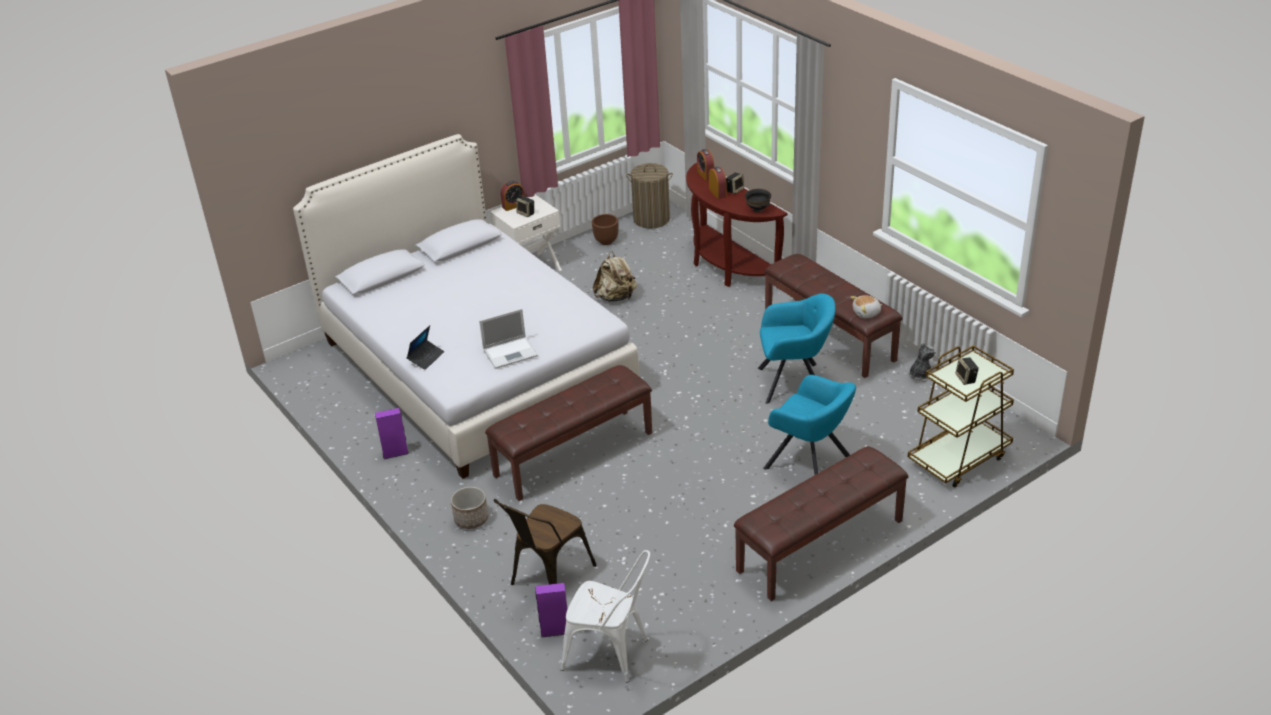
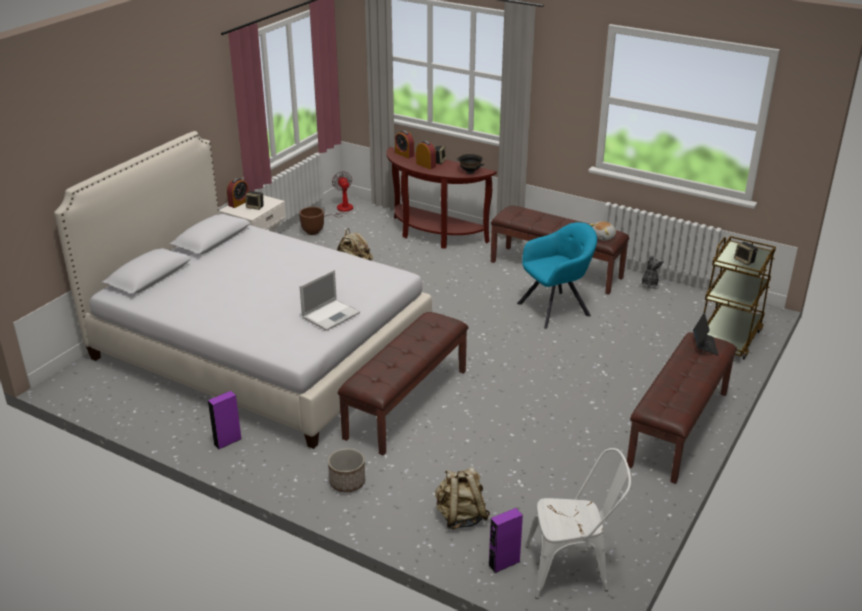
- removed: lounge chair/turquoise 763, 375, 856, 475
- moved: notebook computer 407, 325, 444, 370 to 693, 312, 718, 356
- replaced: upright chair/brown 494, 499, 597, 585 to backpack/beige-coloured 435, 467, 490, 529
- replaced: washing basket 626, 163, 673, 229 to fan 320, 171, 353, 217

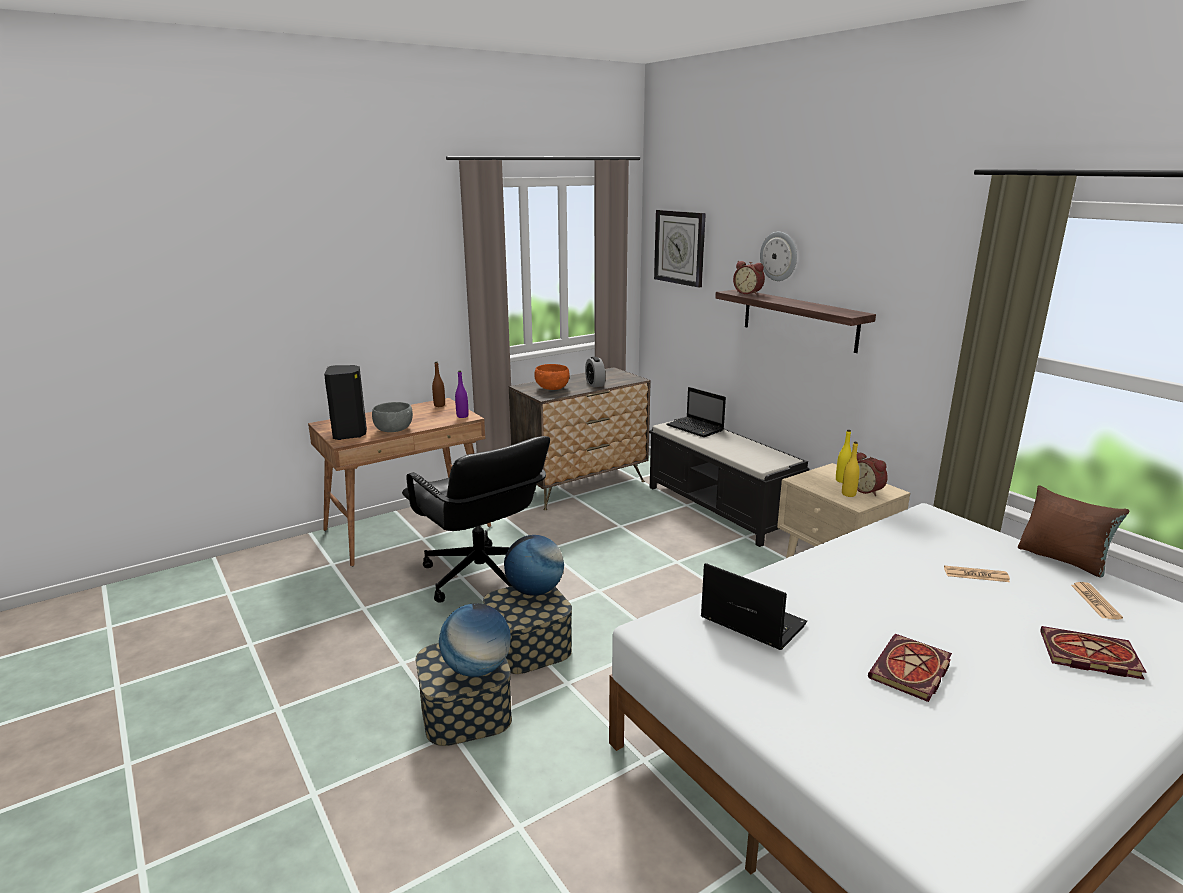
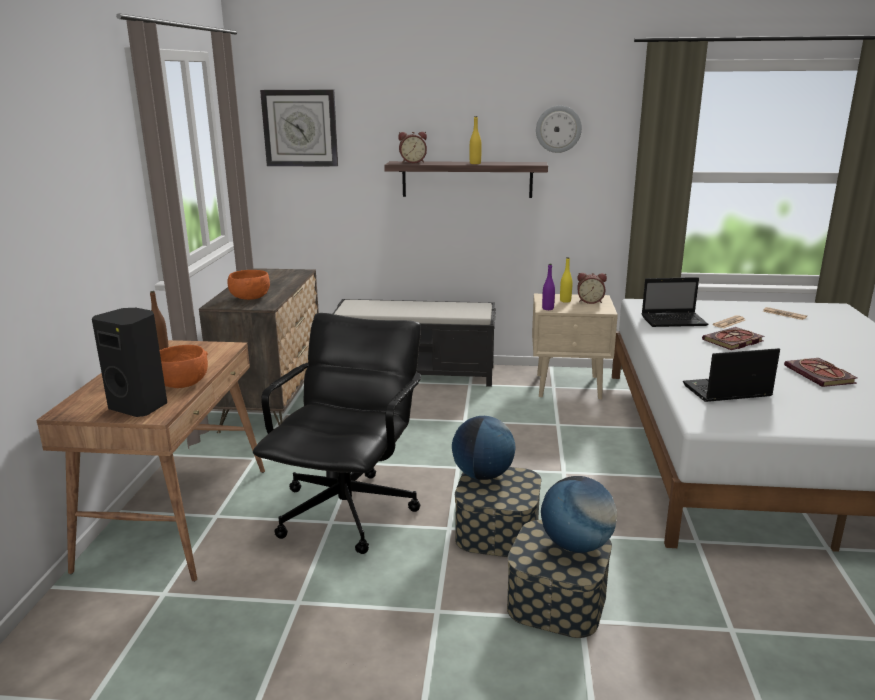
- removed: table clock 585, 357, 605, 387
- removed: pillow/brown 1018, 485, 1129, 578
- moved: beverage bottle/purple 455, 371, 468, 418 to 542, 264, 555, 310
- moved: notebook computer 666, 387, 726, 437 to 642, 277, 708, 327
- moved: hanging clock 760, 232, 797, 281 to 536, 106, 582, 153
- moved: beverage bottle/yellow 842, 442, 860, 497 to 470, 116, 482, 164
- moved: volume 1040, 626, 1147, 680 to 702, 327, 765, 350
- recoloured: deep dish/grey 372, 402, 413, 432 to deep dish/orange 160, 345, 208, 388
- turned: computer chair/blackish 402, 436, 550, 603 = 253, 313, 421, 554 75 degrees counterclockwise

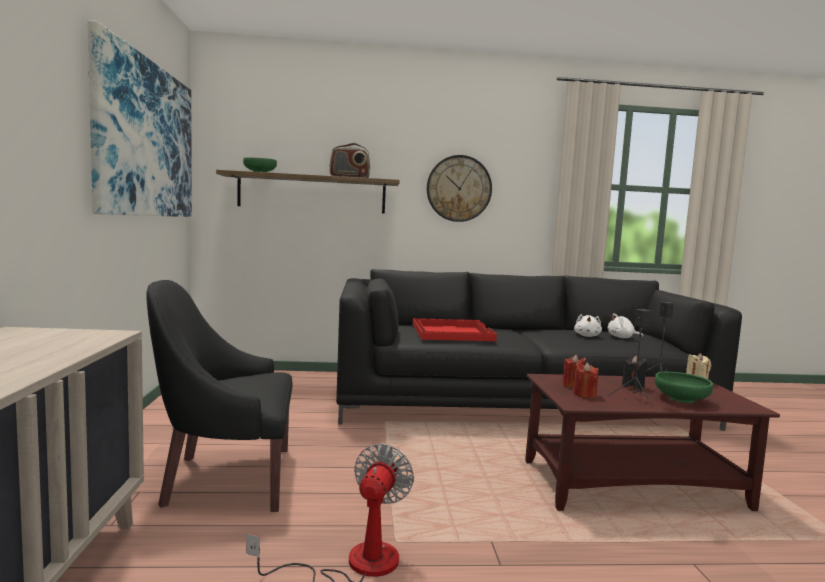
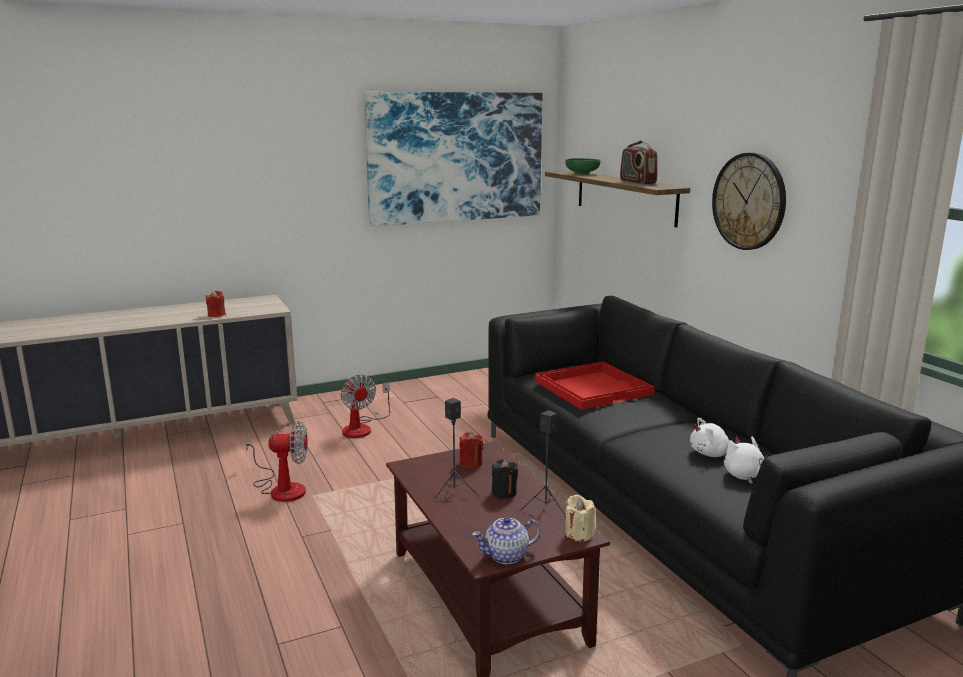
- removed: deep dish/green-coloured 655, 372, 713, 403
- added: teapot 472, 517, 540, 564
- moved: candle/red-coloured 573, 362, 599, 398 to 205, 290, 226, 317
- replaced: lounge chair/blackish 146, 280, 292, 512 to fan 341, 375, 390, 438

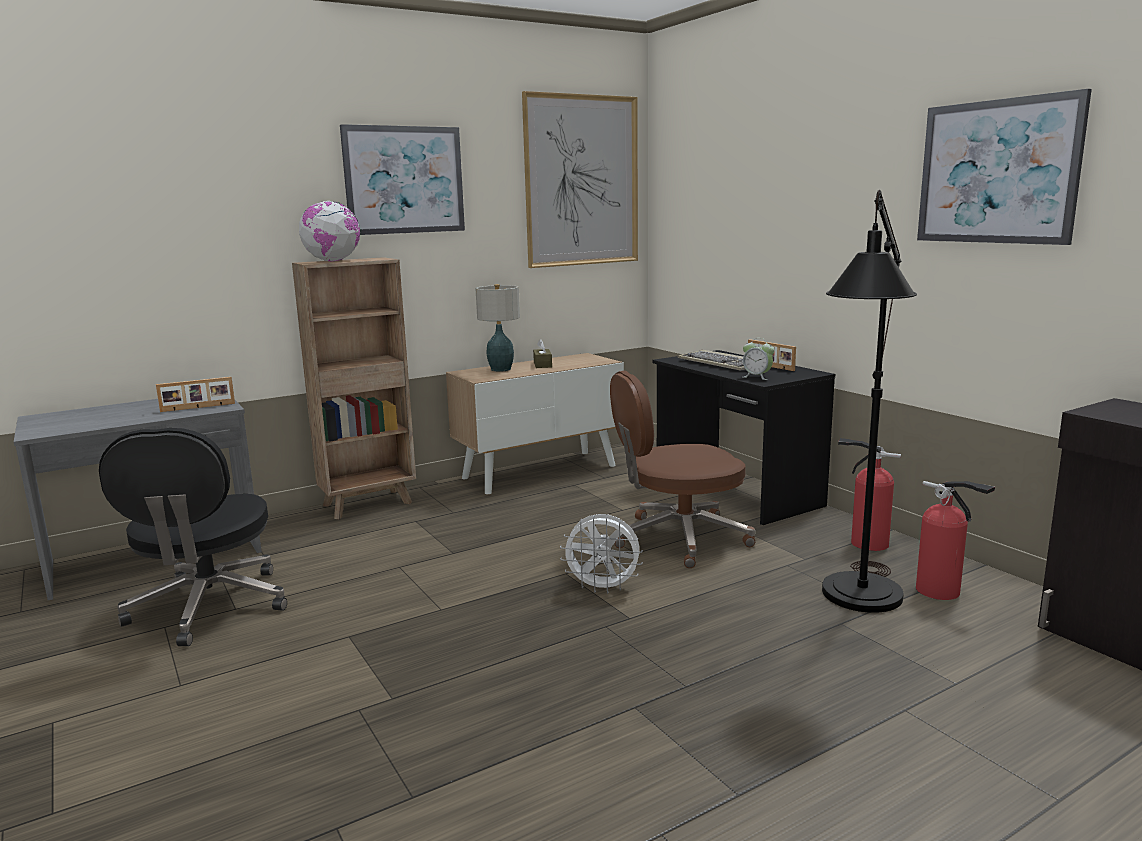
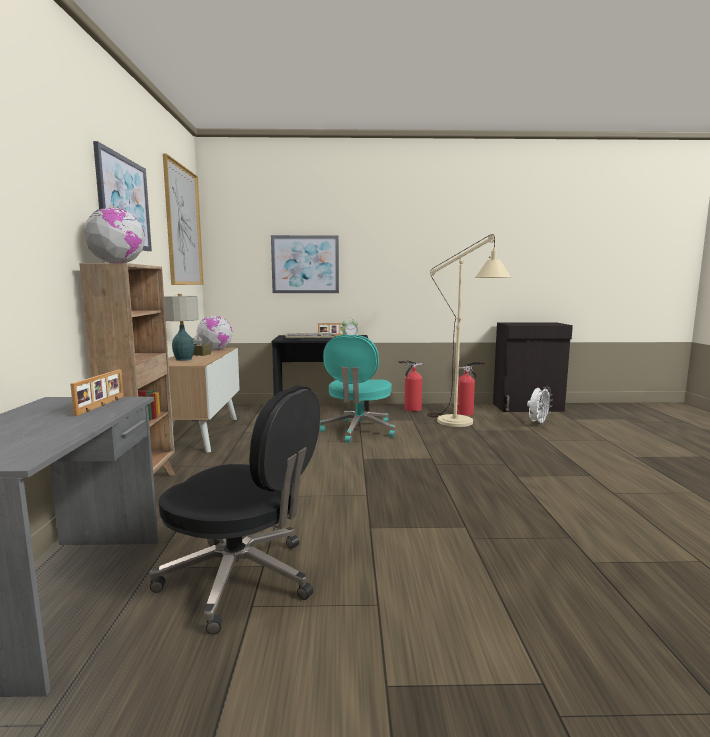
- added: globe 197, 316, 232, 350
- moved: fan/white 560, 514, 643, 594 to 527, 386, 552, 426
- moved: wall art 917, 89, 1092, 245 to 271, 235, 339, 293
- recoloured: computer chair/brown 610, 371, 755, 568 to computer chair/turquoise 319, 335, 396, 443
- recoloured: standard lamp/blackish 822, 190, 917, 613 to standard lamp/beige-coloured 427, 234, 512, 427

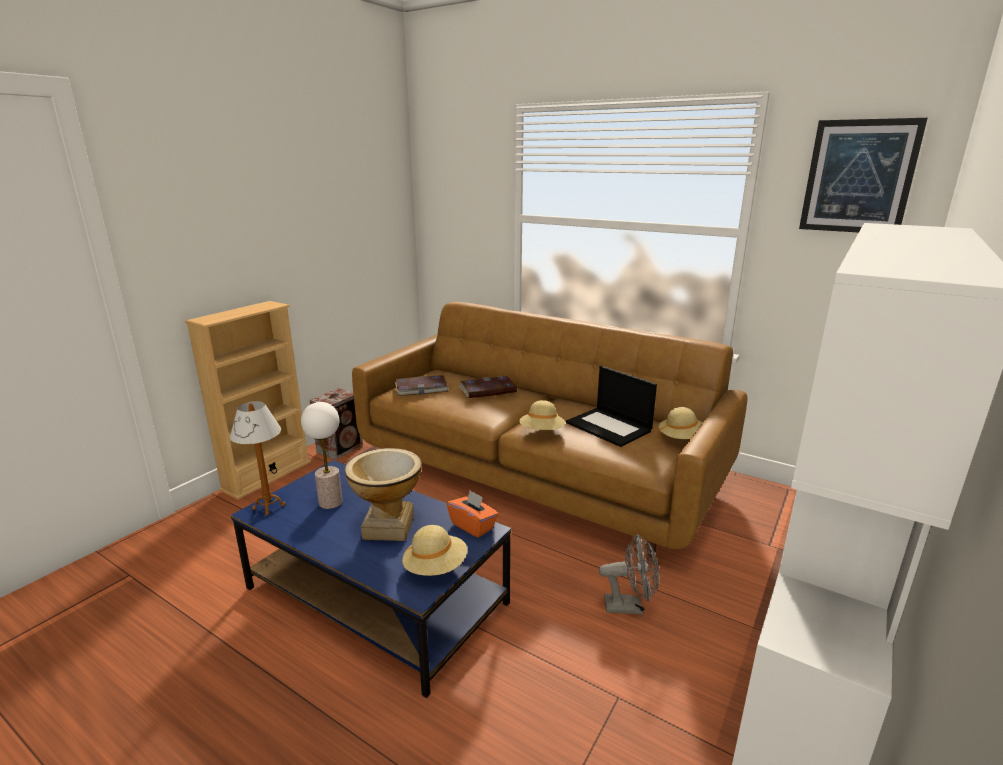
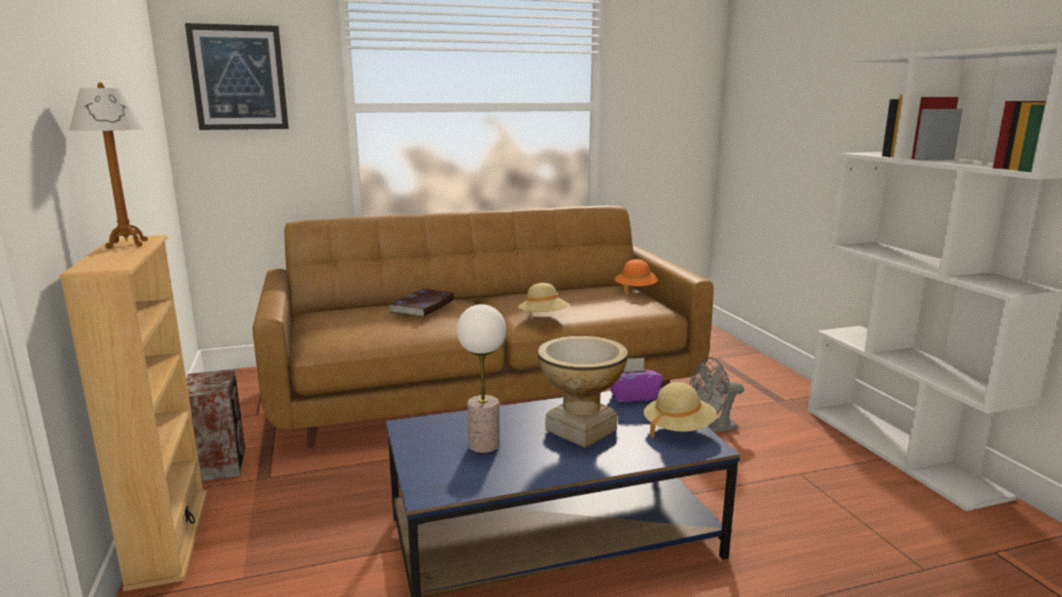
- removed: volume 395, 375, 450, 396
- removed: notebook computer 566, 366, 657, 447
- moved: tabletop lamp 230, 401, 285, 515 to 69, 82, 148, 248
- moved: wall art 799, 118, 927, 232 to 185, 23, 289, 130
- recoloured: box of tissues/orange 447, 489, 498, 538 to box of tissues/purple 610, 358, 663, 402
- recoloured: wearable hat/beige-coloured 658, 407, 703, 439 to wearable hat/orange 615, 259, 659, 294
- turned: fan/grey 599, 534, 659, 615 = 690, 357, 744, 433 150 degrees counterclockwise

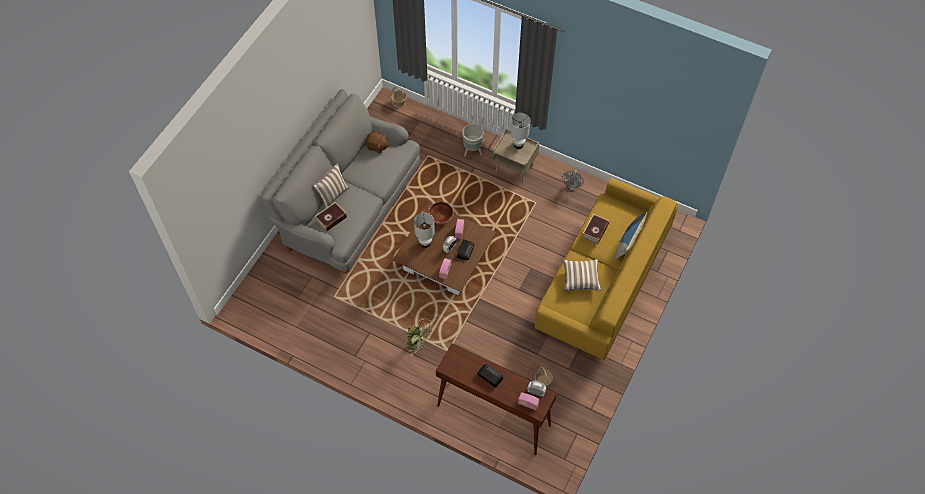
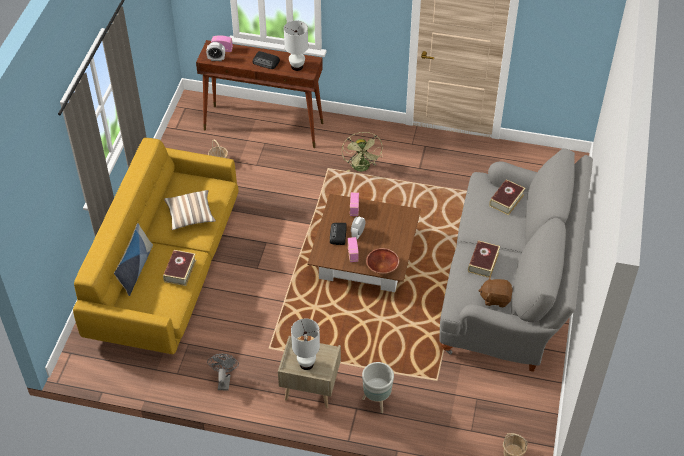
- removed: pillow 313, 163, 349, 209
- added: volume 468, 240, 500, 278
- moved: tabletop lamp/white 414, 213, 435, 248 to 284, 20, 308, 71
- turned: fan/green-coloured 405, 318, 435, 357 = 342, 132, 383, 172 120 degrees counterclockwise

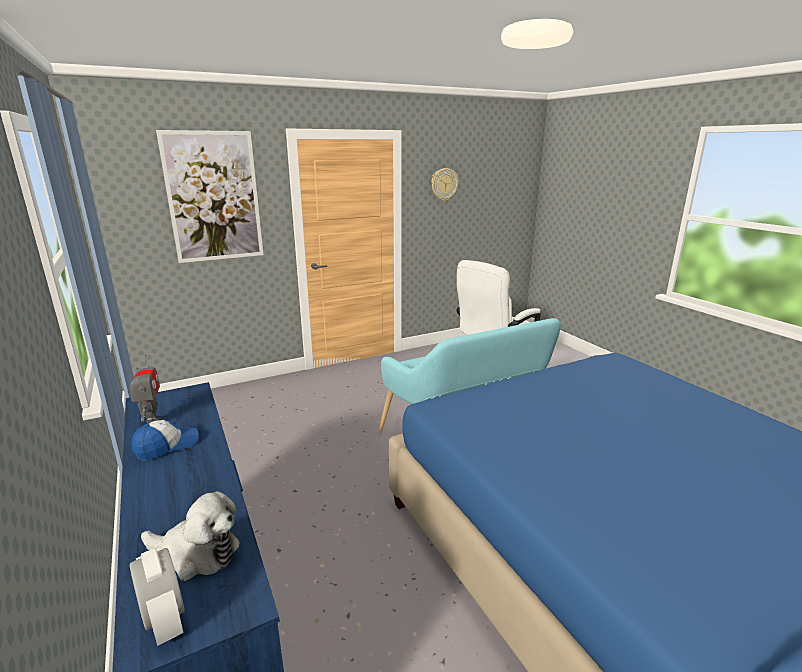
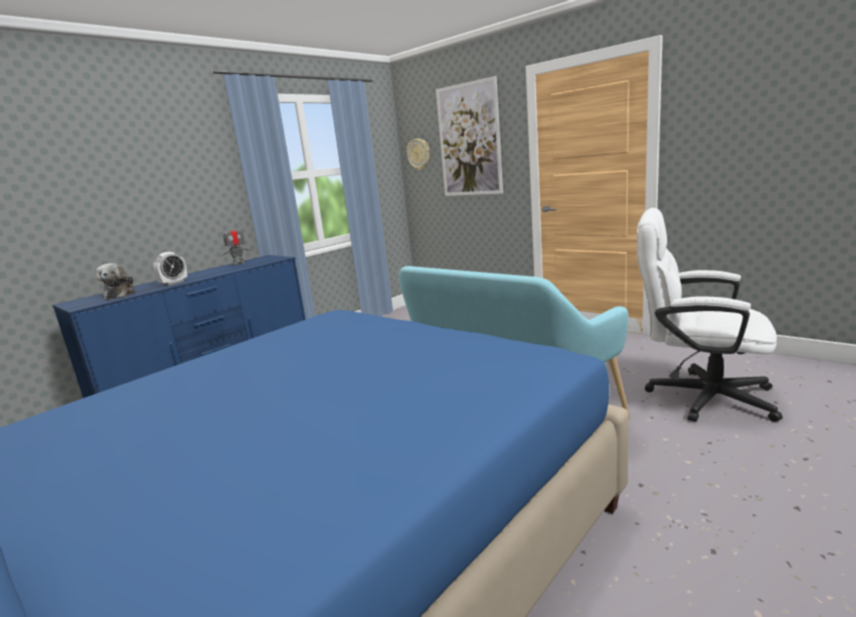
- removed: baseball cap 131, 420, 199, 461
- moved: table clock 130, 548, 185, 646 to 153, 252, 187, 286
- moved: hanging clock 431, 168, 459, 201 to 407, 139, 429, 170

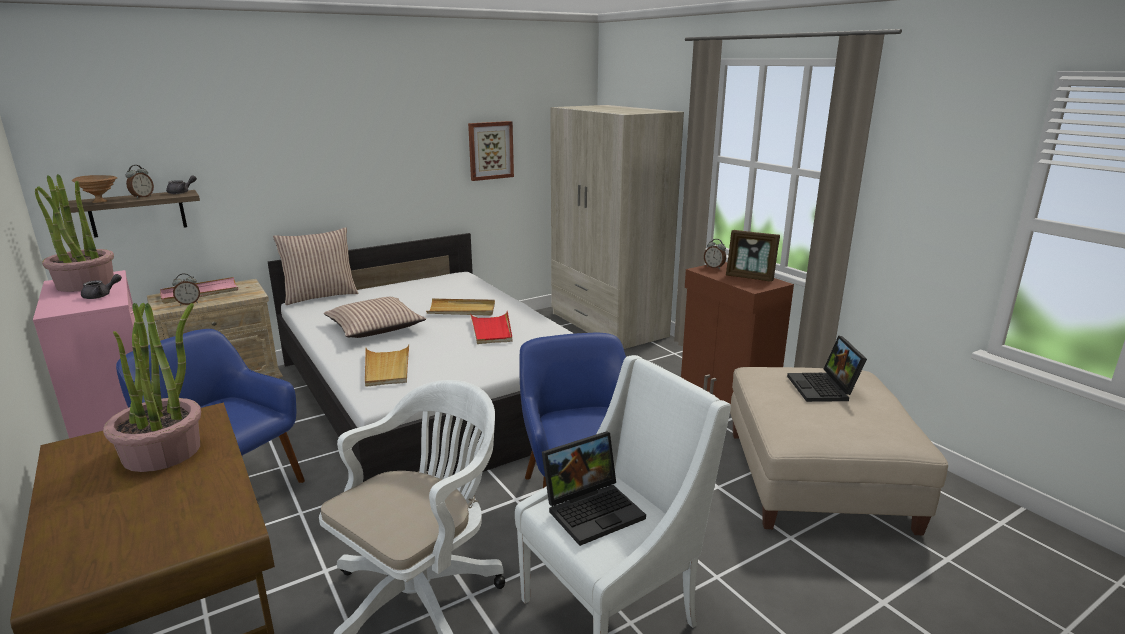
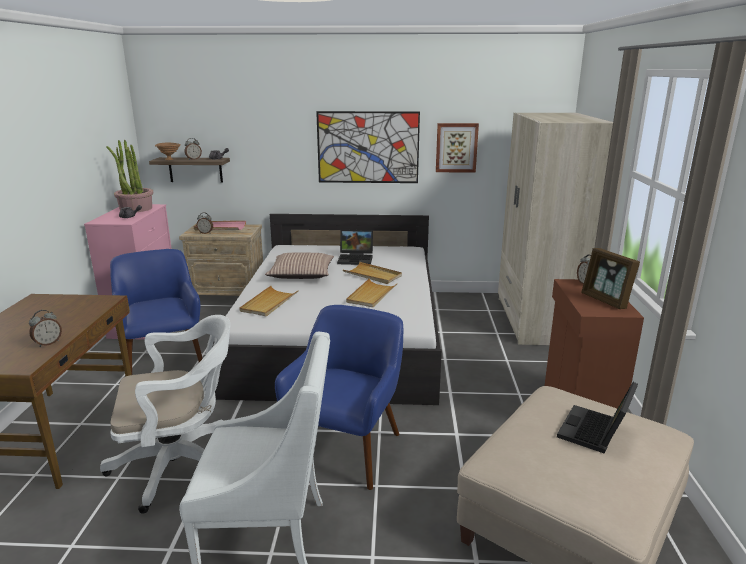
- removed: plant in a pot 103, 303, 201, 472
- removed: pillow 273, 227, 359, 305
- added: table clock 29, 310, 62, 347
- added: wall art 316, 111, 420, 183
- moved: notebook computer 542, 431, 646, 546 to 337, 230, 373, 265
- recoloured: tray/red-coloured 470, 311, 512, 344 to tray/beige-coloured 346, 278, 398, 307

